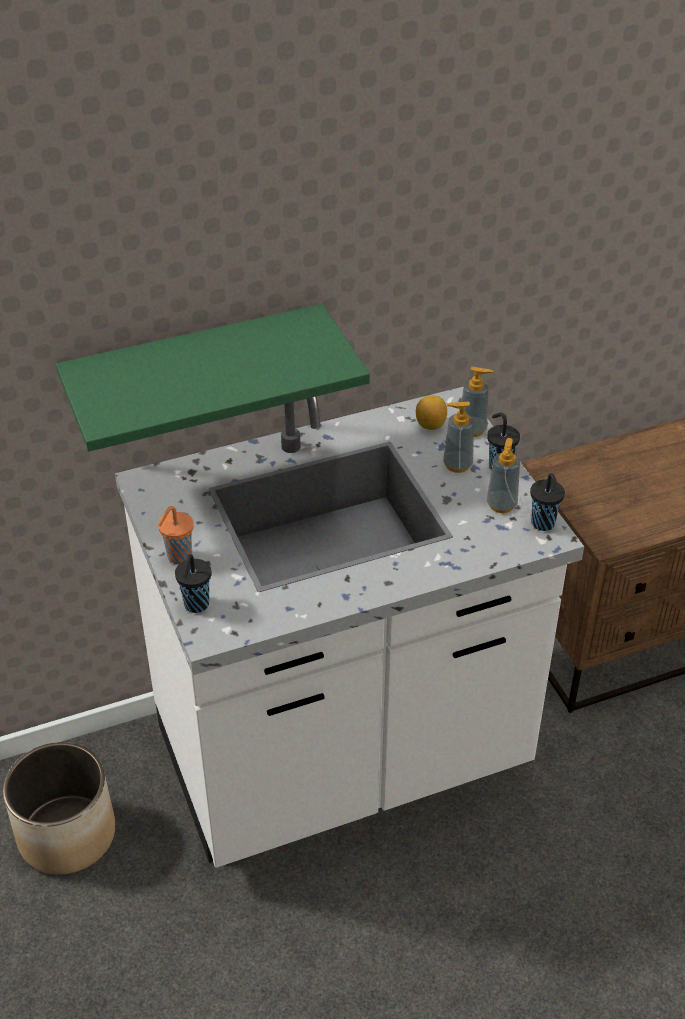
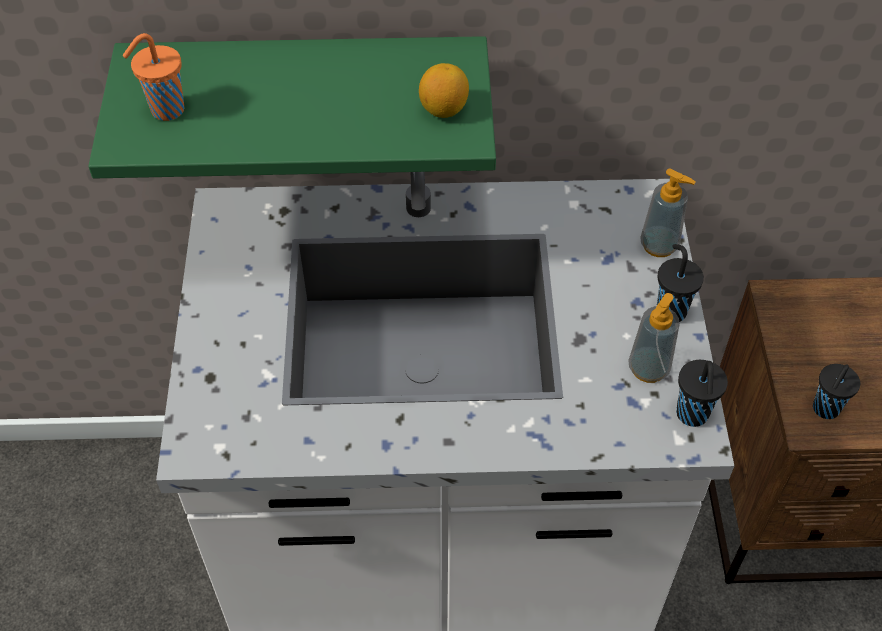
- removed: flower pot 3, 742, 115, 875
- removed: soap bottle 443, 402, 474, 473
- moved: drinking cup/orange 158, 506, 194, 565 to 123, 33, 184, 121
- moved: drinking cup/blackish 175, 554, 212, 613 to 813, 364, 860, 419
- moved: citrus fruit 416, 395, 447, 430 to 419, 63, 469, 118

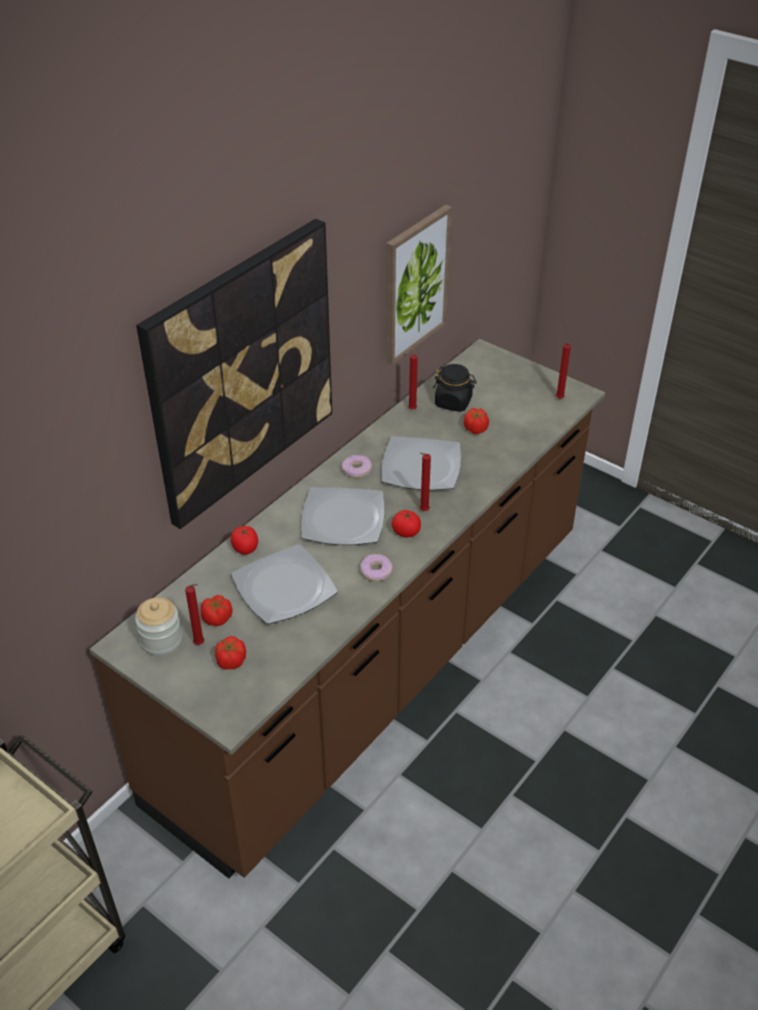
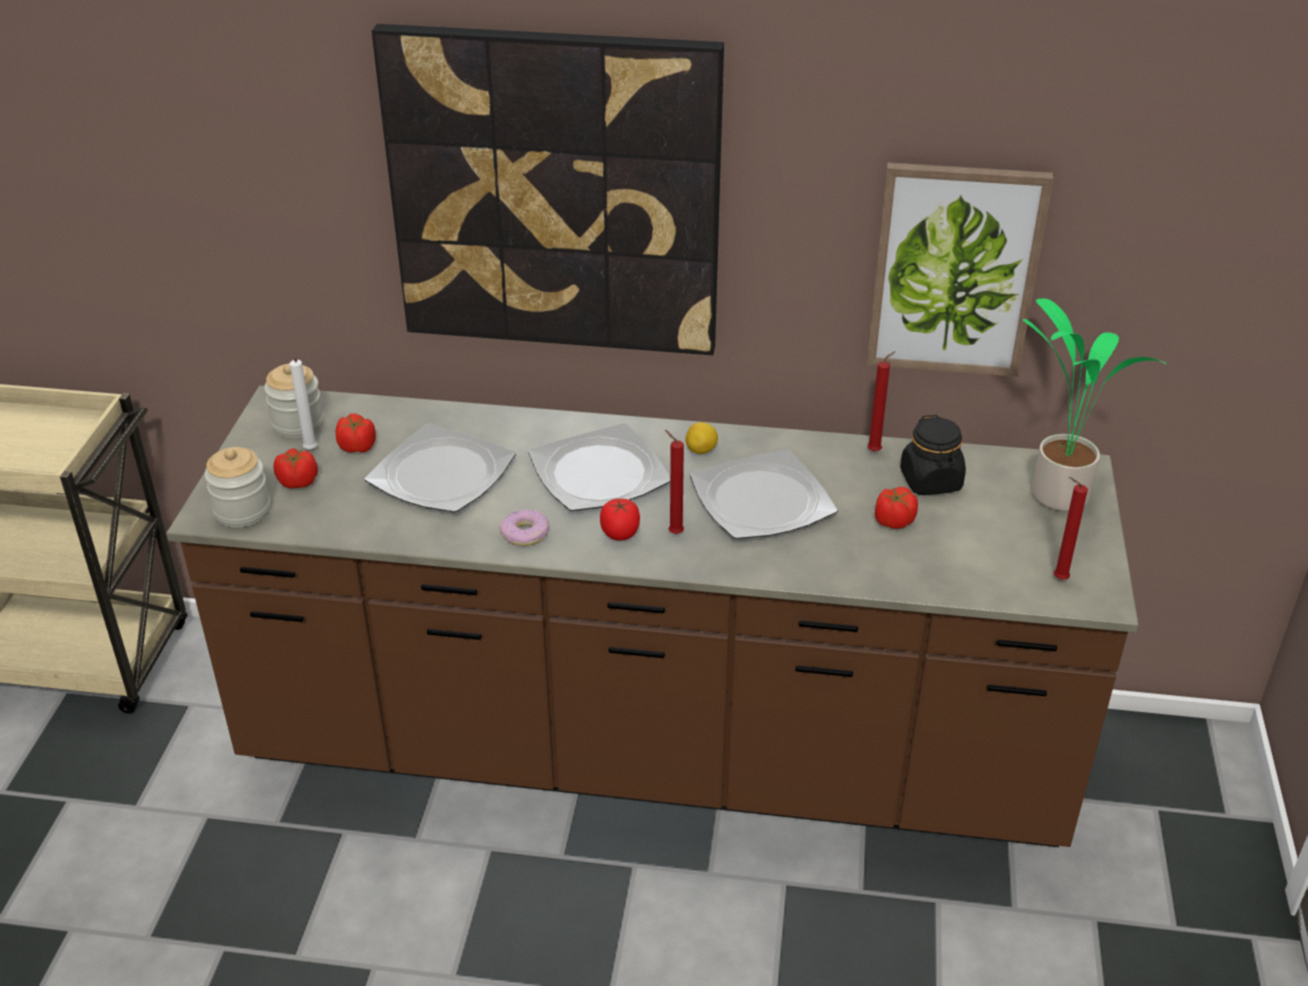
- removed: fresh tomato 231, 526, 258, 555
- added: preserve jar 204, 447, 270, 528
- added: plant in a pot 1023, 298, 1166, 511
- replaced: donut 341, 455, 372, 478 to citrus fruit 686, 422, 718, 454
- recoloured: candle/red-coloured 185, 584, 204, 645 to candle/white 289, 358, 317, 450

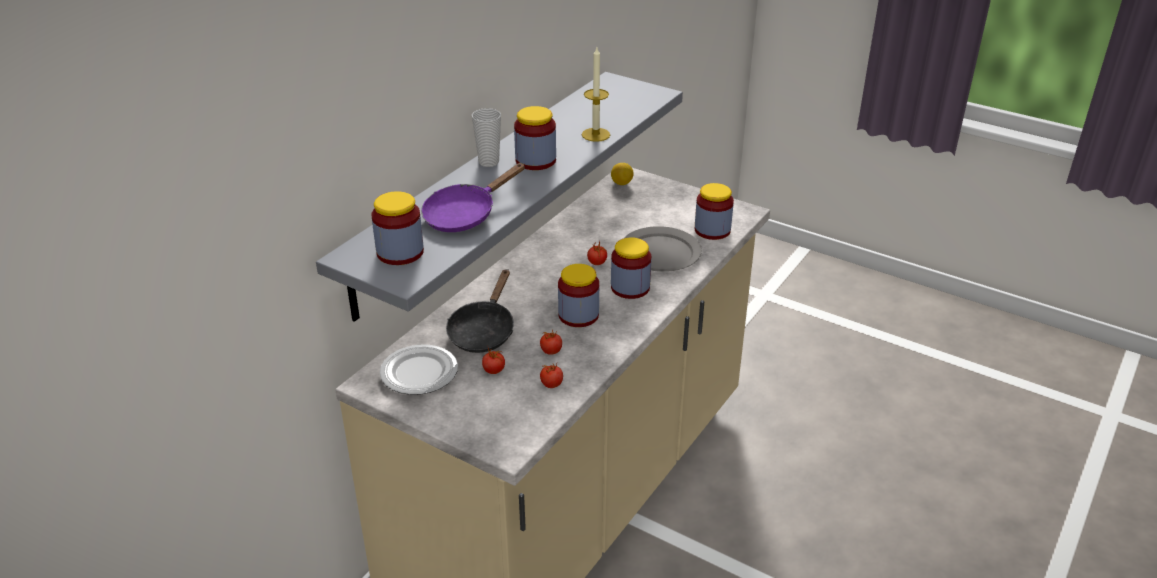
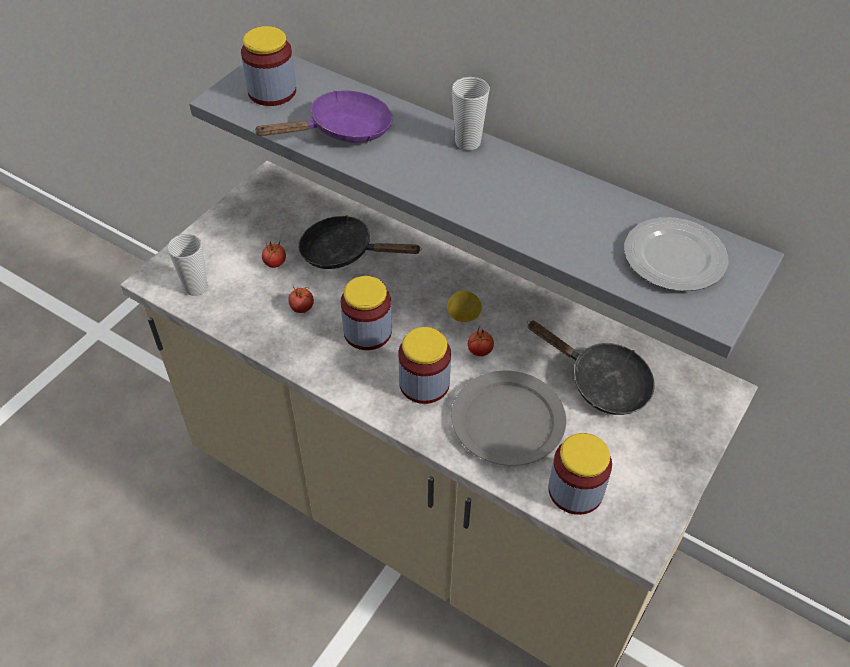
- removed: preserve jar 514, 106, 556, 170
- removed: fresh tomato 540, 362, 563, 388
- removed: candle 582, 48, 610, 142
- added: drinking cup 167, 234, 207, 296
- added: skillet/blackish 527, 321, 655, 415
- moved: flat dish 380, 344, 458, 395 to 624, 217, 728, 291
- moved: citrus fruit 611, 163, 634, 185 to 447, 290, 482, 322
- turned: skillet/purple 421, 163, 525, 232 = 254, 90, 393, 143 105 degrees clockwise

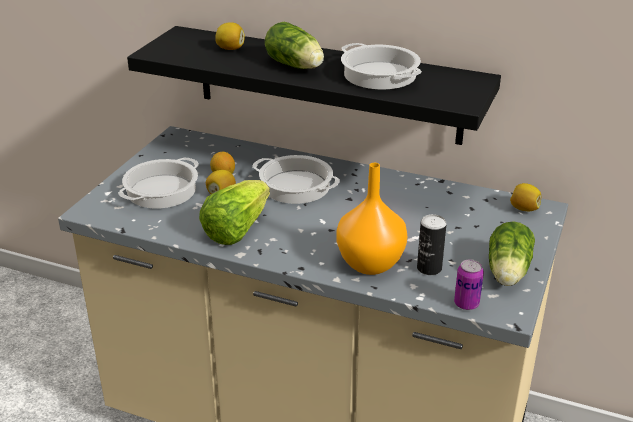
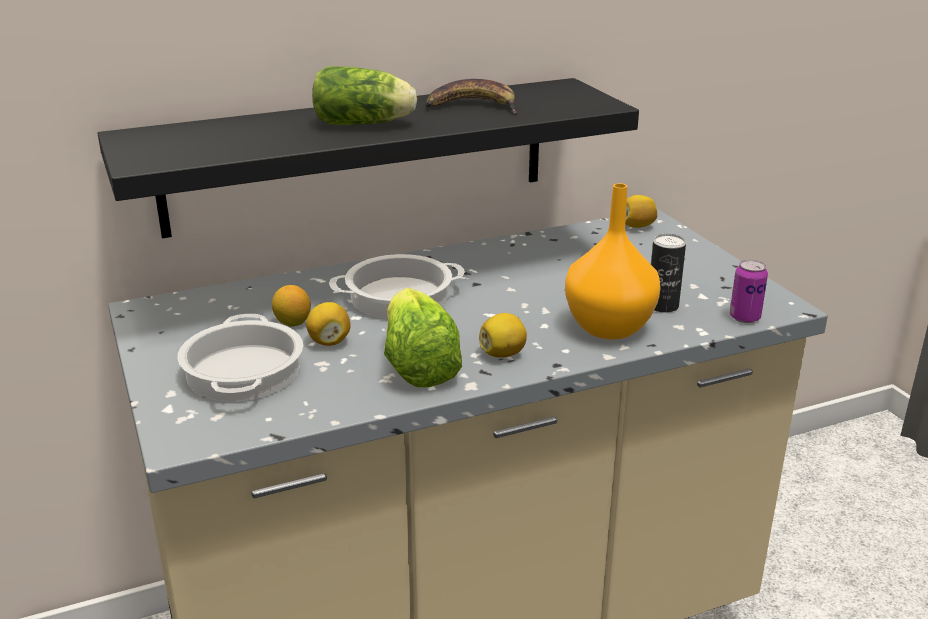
- removed: lettuce head 489, 221, 535, 286
- moved: citrus fruit 215, 22, 245, 50 to 479, 313, 527, 358
- replaced: saucepot 341, 43, 422, 89 to banana 426, 79, 517, 114

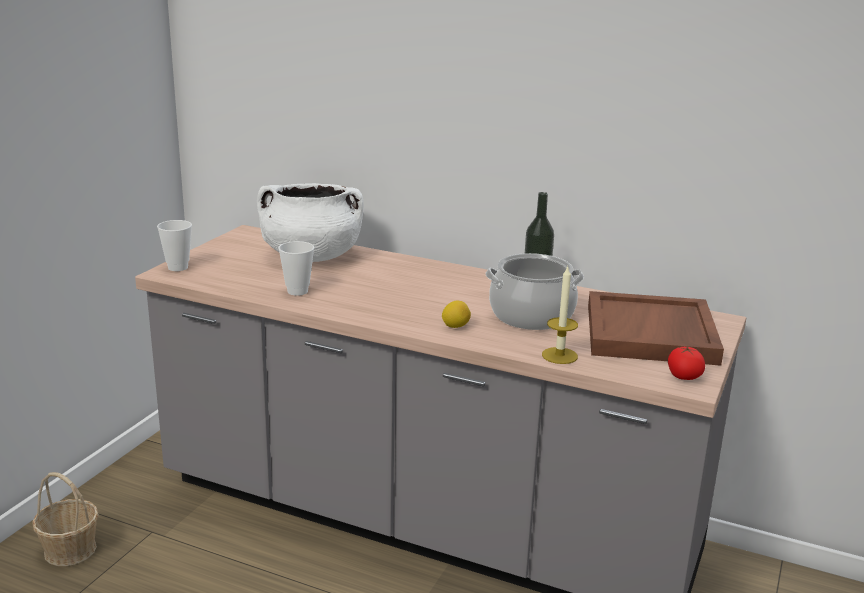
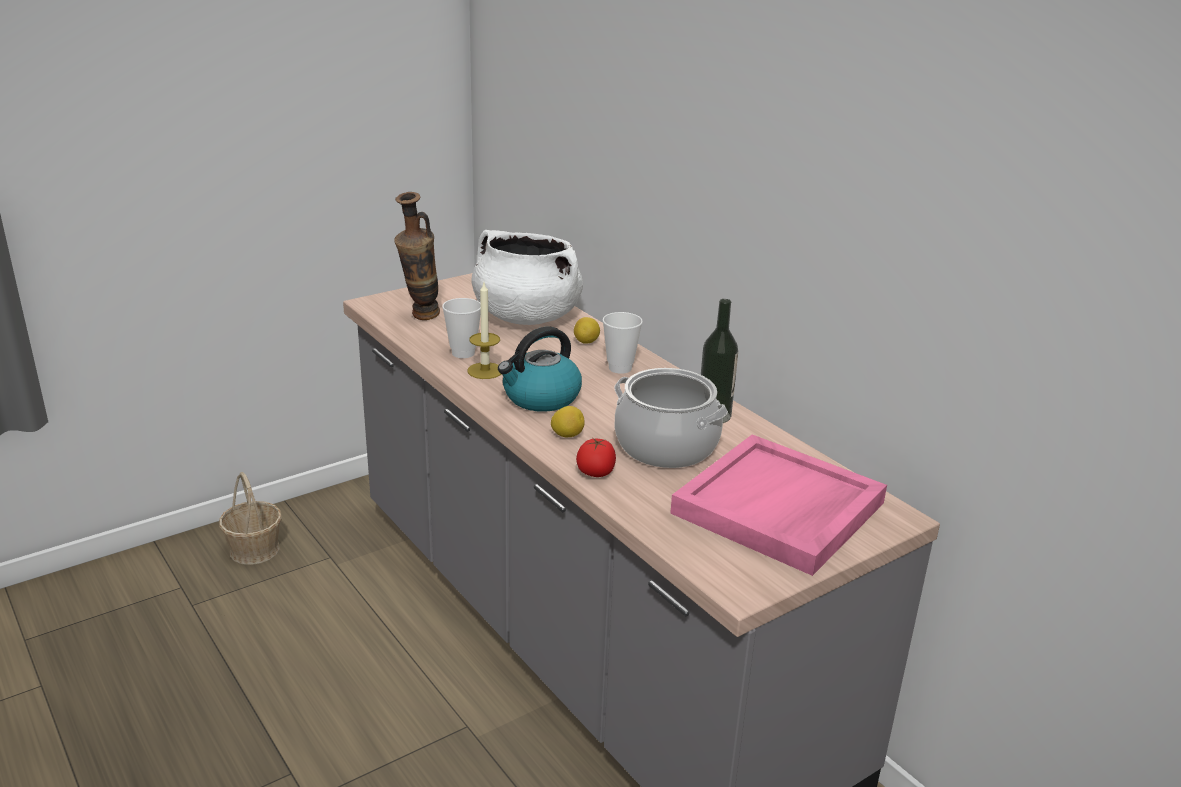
- added: flower vase 394, 192, 440, 320
- added: tea kettle 498, 327, 582, 412
- added: citrus fruit 574, 317, 600, 344
- moved: drinking cup 157, 220, 192, 271 to 603, 312, 643, 374
- moved: candle 542, 267, 578, 364 to 468, 283, 501, 379
- moved: fresh tomato 668, 346, 705, 380 to 576, 438, 616, 477
- recoloured: tray/brown 588, 291, 724, 366 to tray/pink 670, 434, 887, 576

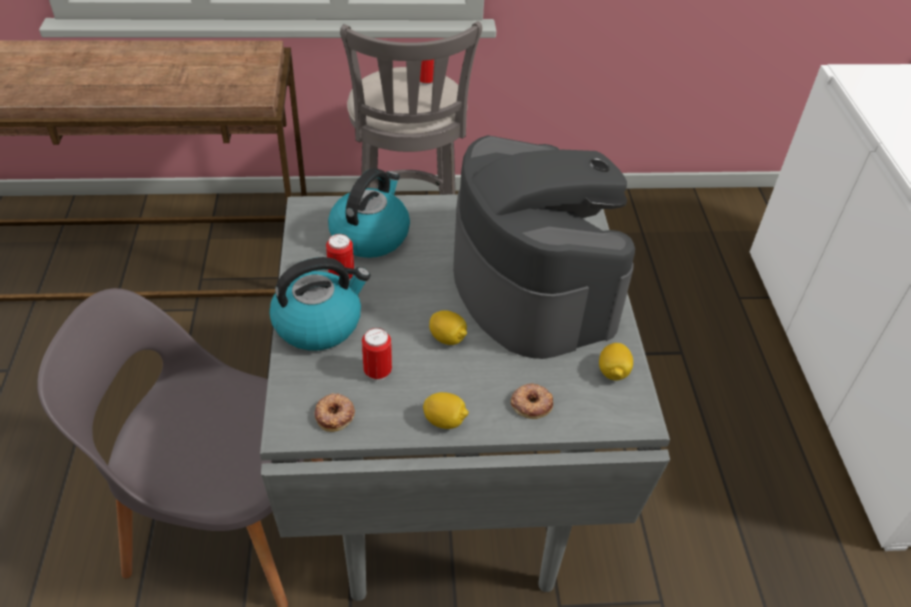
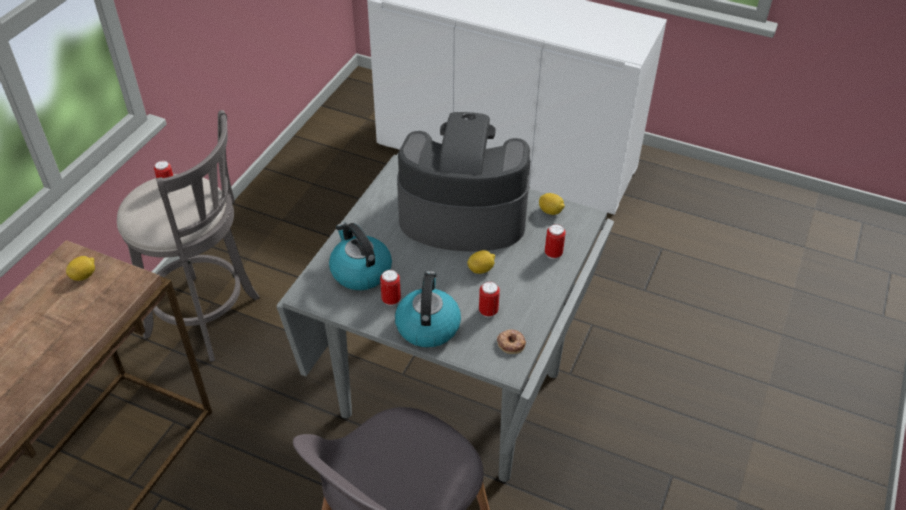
- moved: citrus fruit 423, 392, 469, 429 to 66, 256, 95, 281
- replaced: donut 511, 383, 553, 419 to metal can 545, 224, 566, 259

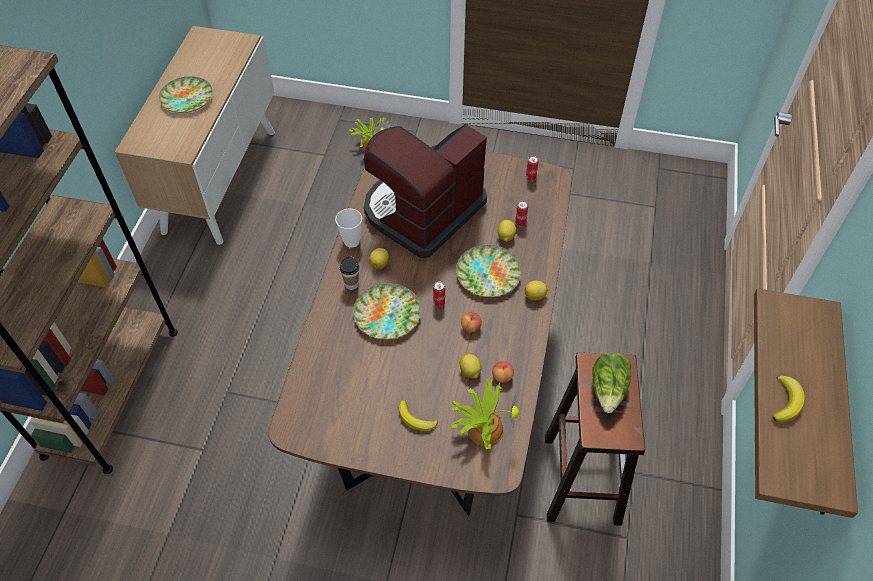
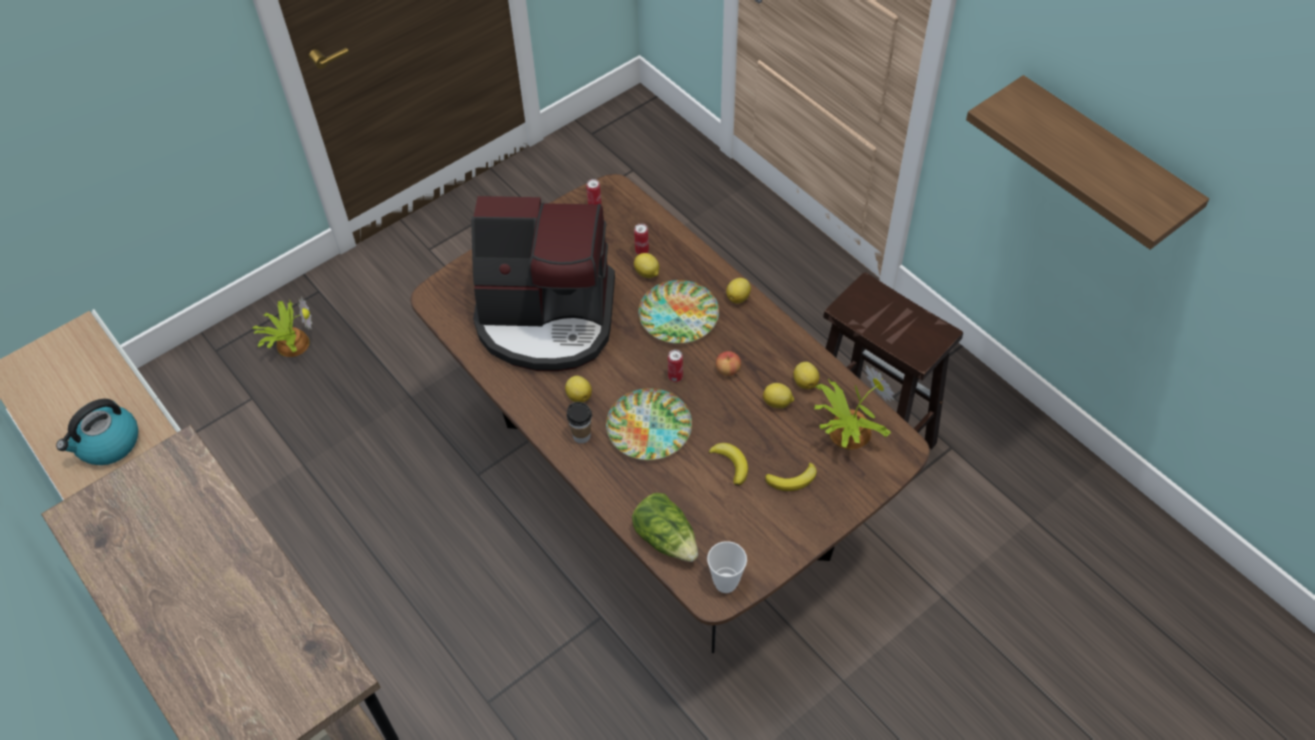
- moved: drinking cup 335, 208, 362, 248 to 707, 541, 747, 593
- moved: lettuce head 592, 352, 632, 413 to 632, 493, 698, 562
- moved: banana 772, 375, 805, 423 to 709, 443, 748, 486
- replaced: flat dish 159, 76, 213, 113 to tea kettle 56, 399, 138, 465
- replaced: apple fruit 492, 361, 514, 383 to citrus fruit 793, 362, 820, 389
- turned: coffee brewer 364, 124, 487, 258 = 471, 196, 615, 371 75 degrees counterclockwise

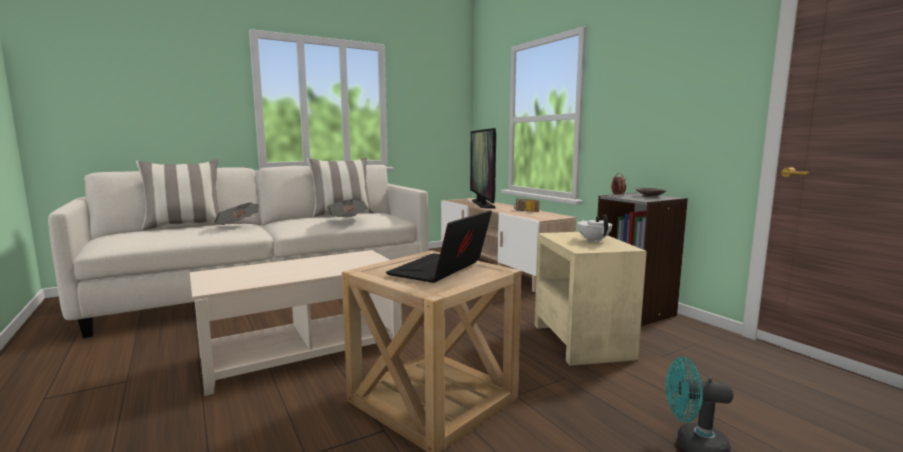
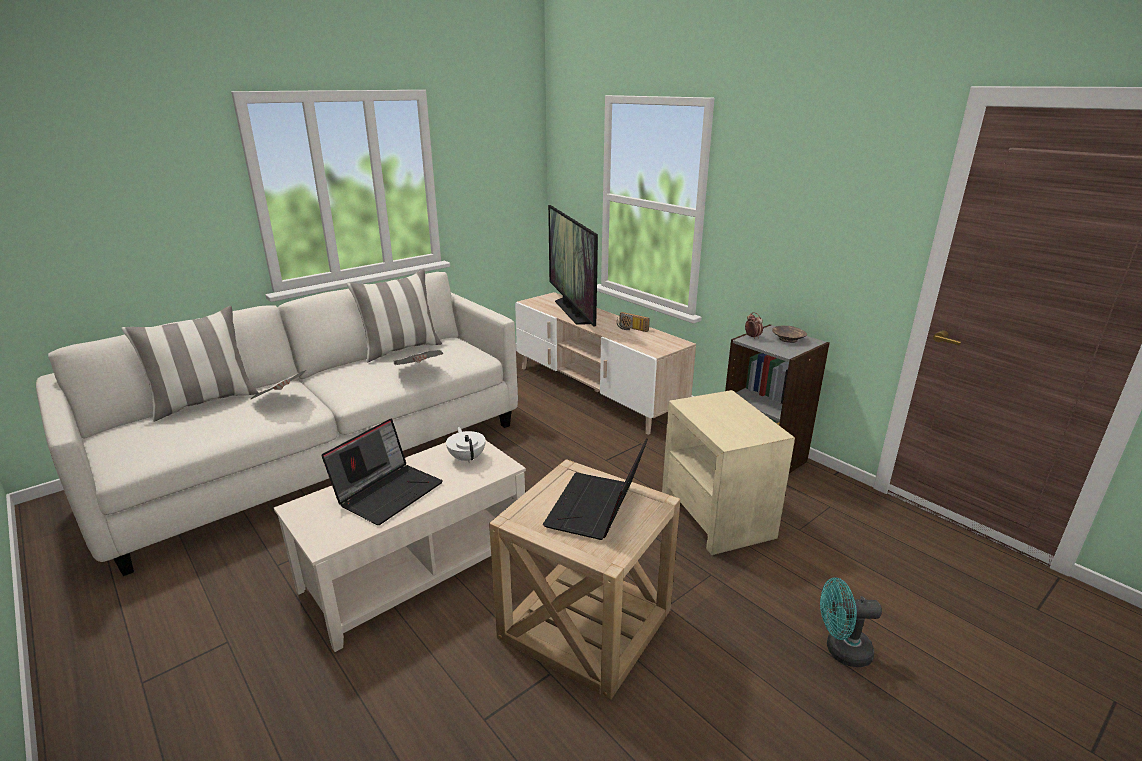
- added: notebook computer 321, 418, 443, 525
- moved: teapot/white 577, 214, 612, 243 to 446, 427, 486, 463

